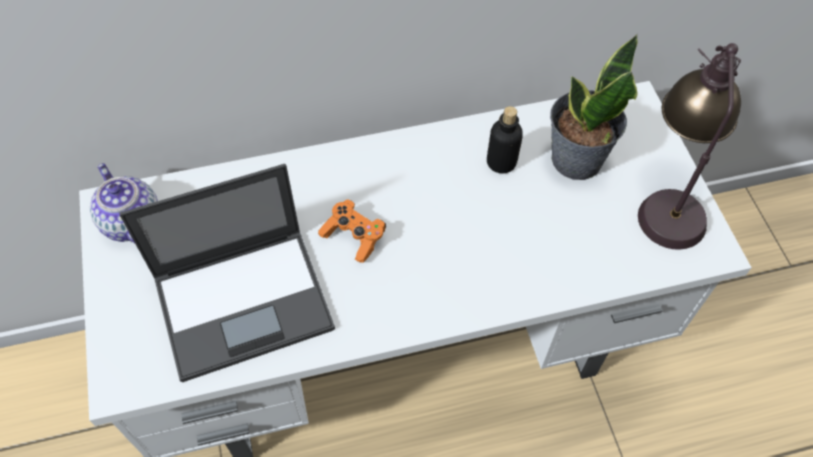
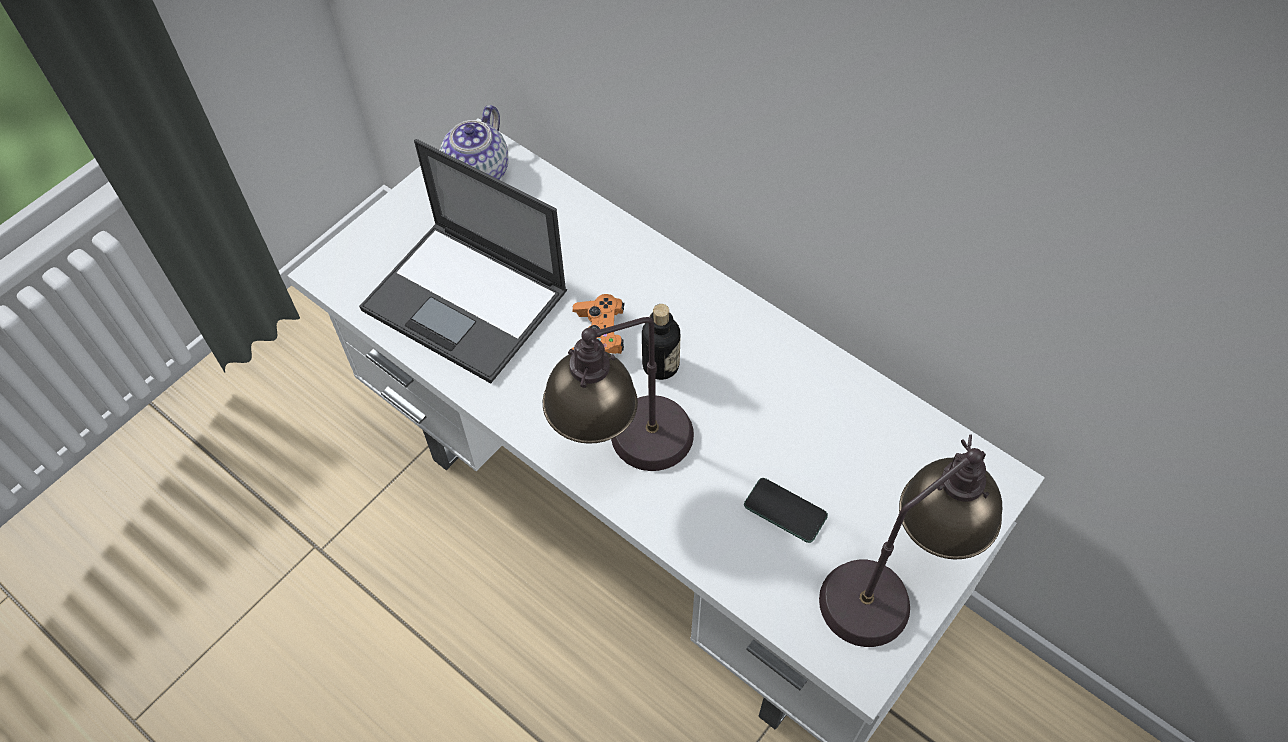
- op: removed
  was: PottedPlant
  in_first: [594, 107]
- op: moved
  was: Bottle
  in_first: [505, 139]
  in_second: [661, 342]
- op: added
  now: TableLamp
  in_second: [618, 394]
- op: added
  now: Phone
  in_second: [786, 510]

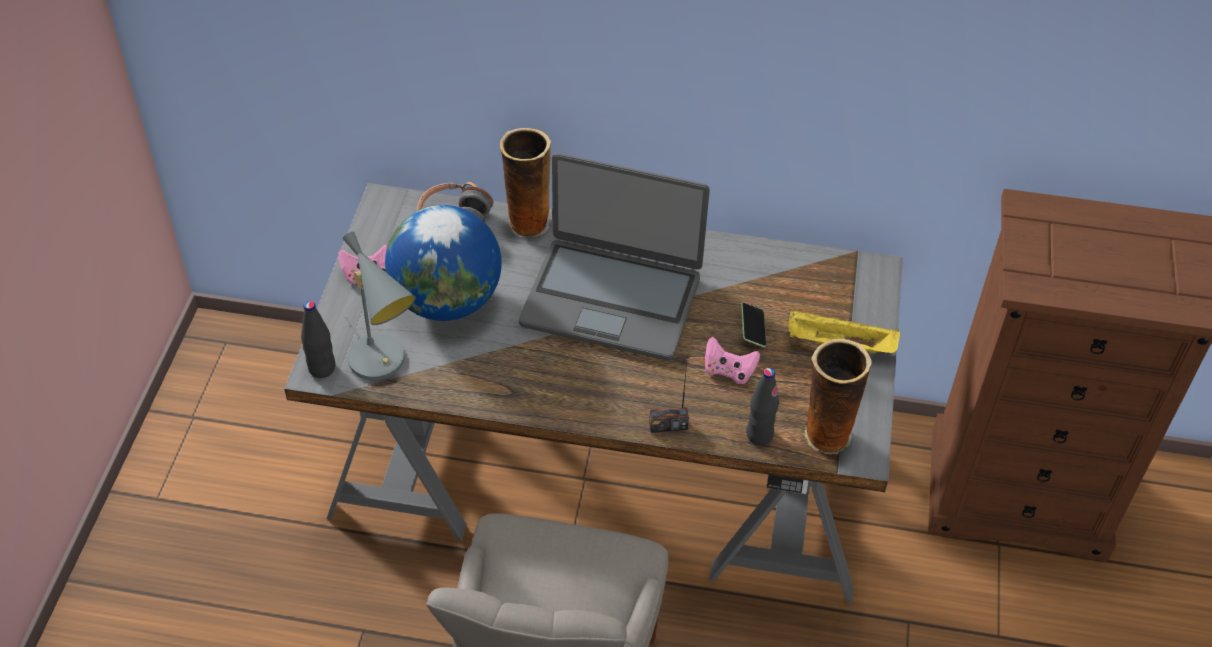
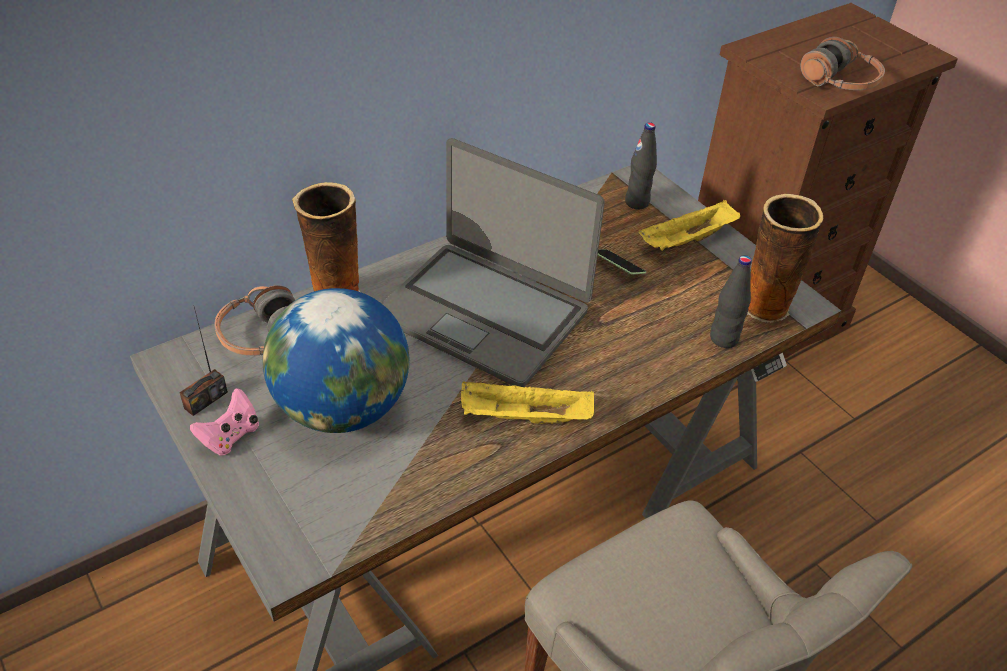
- op: turned
  was: Laptop
  in_first: [614, 257]
  in_second: [493, 262]
  clockwise: 60
- op: removed
  was: GreyTableLamp
  in_first: [379, 306]
- op: moved
  was: BlackBottle
  in_first: [318, 339]
  in_second: [641, 166]
- op: removed
  was: PinkGameController
  in_first: [732, 360]
- op: moved
  was: Radio
  in_first: [669, 397]
  in_second: [203, 361]
- op: added
  now: Headphones
  in_second: [842, 63]
- op: added
  now: YellowTray
  in_second: [527, 403]

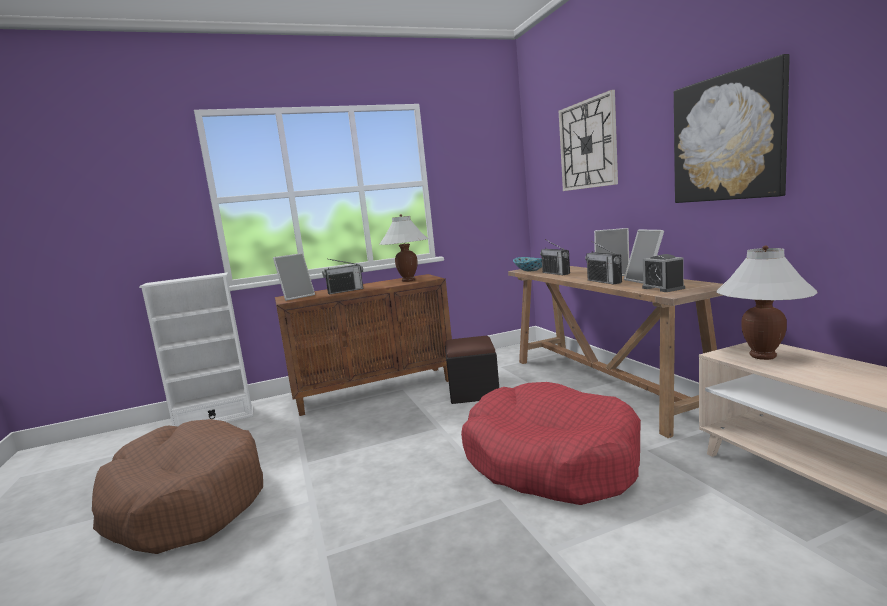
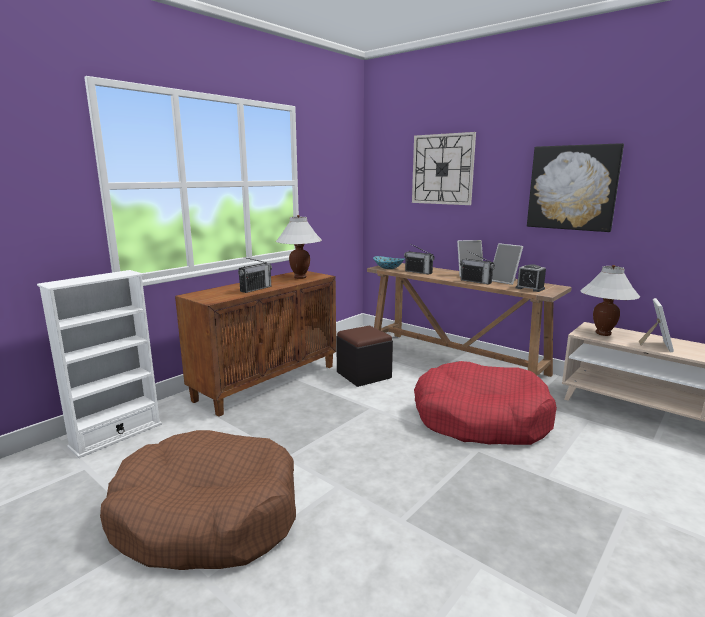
- op: moved
  was: PictureFrame
  in_first: [294, 277]
  in_second: [656, 325]

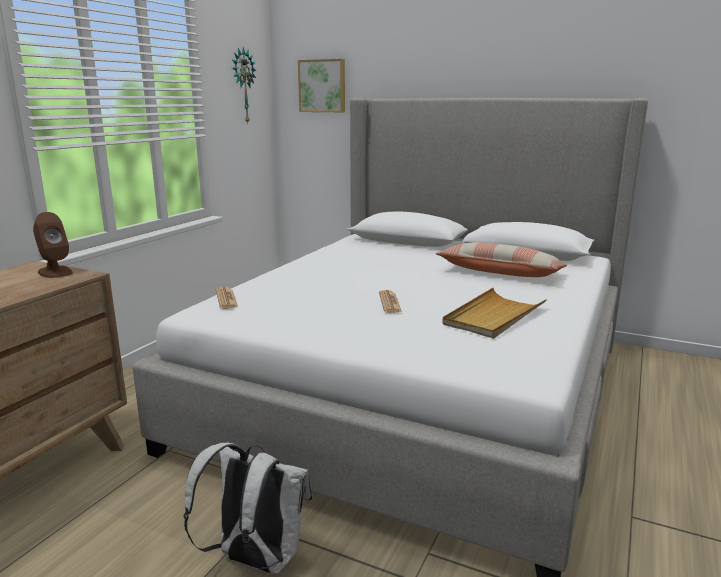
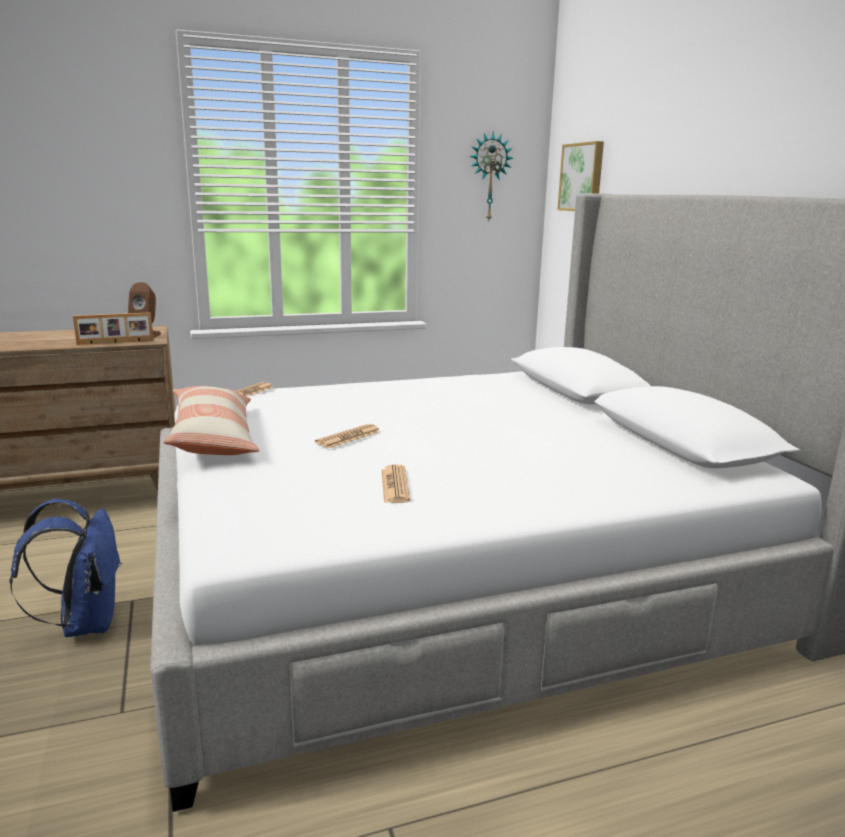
- op: moved
  was: Pillow
  in_first: [501, 259]
  in_second: [211, 420]
- op: replaced
  was: BeigeTray
  now: Newspaper
  in_first: [494, 313]
  in_second: [396, 483]
- op: recoloured
  was: WhiteBackpack
  now: BlueBackpack
  in_first: [248, 508]
  in_second: [65, 568]
- op: added
  now: PictureFrame
  in_second: [113, 328]

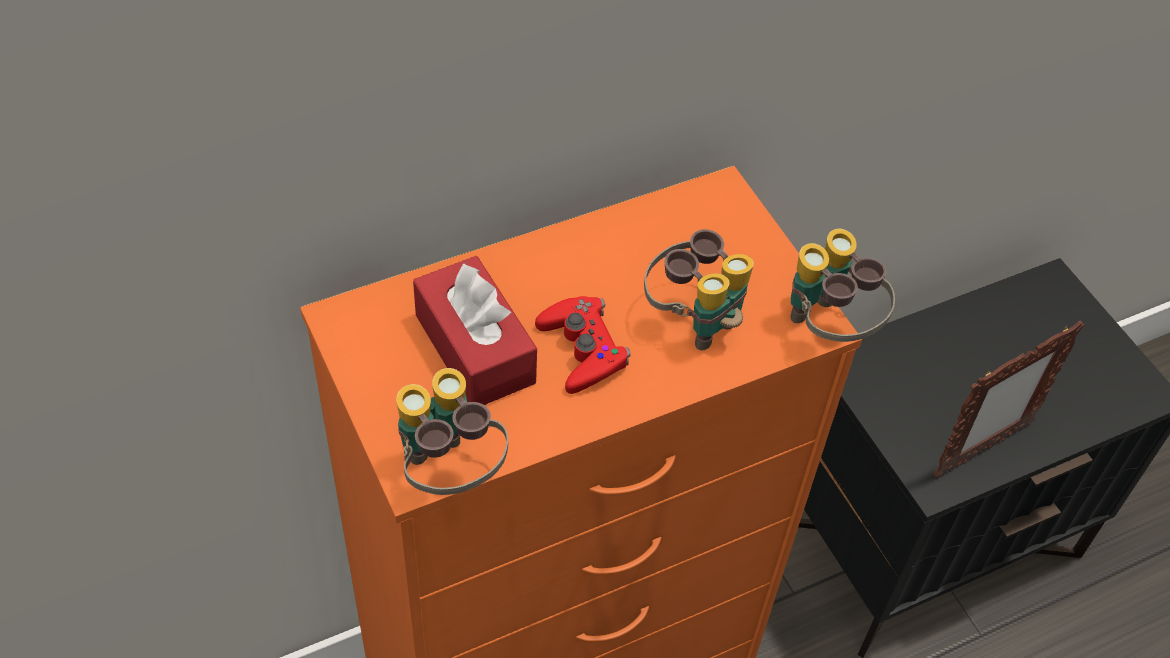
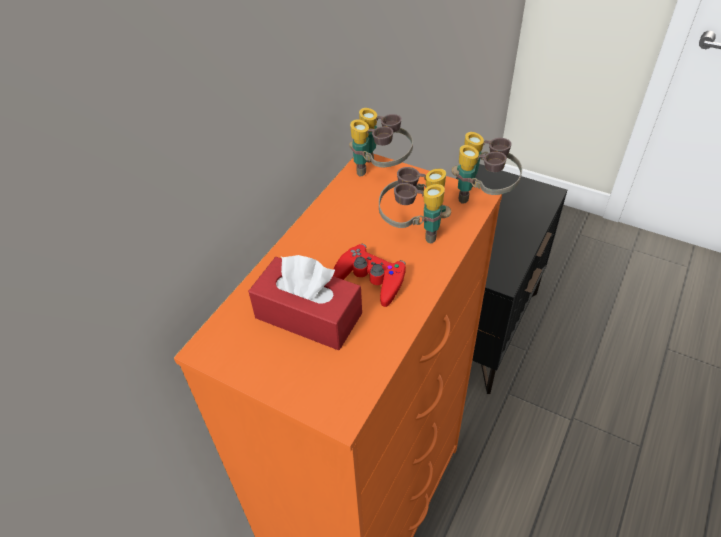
- op: removed
  was: PictureFrame
  in_first: [1008, 400]
- op: moved
  was: Binoculars
  in_first: [452, 431]
  in_second: [381, 142]

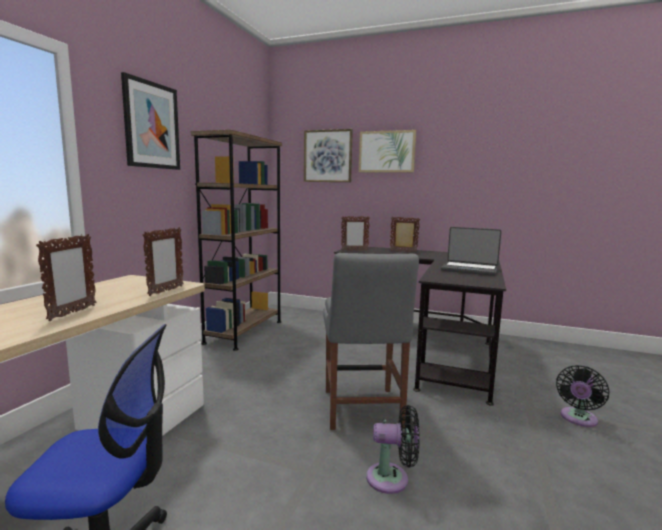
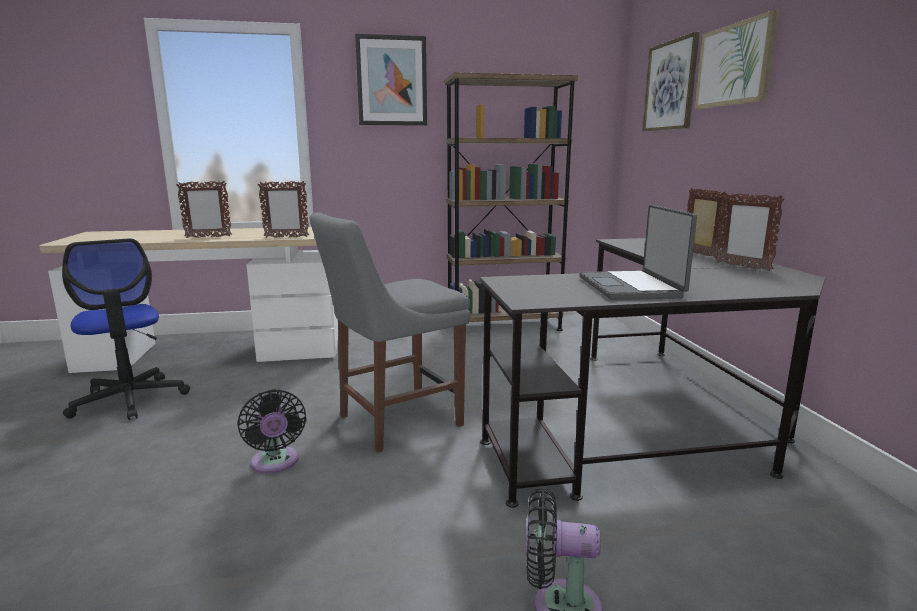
- op: moved
  was: PictureFrame
  in_first: [355, 233]
  in_second: [750, 232]

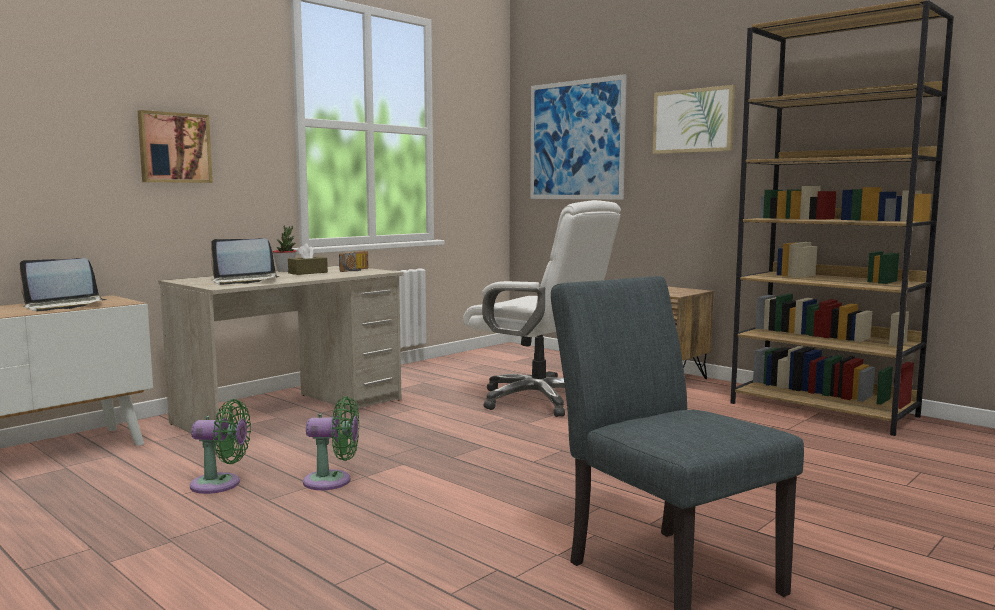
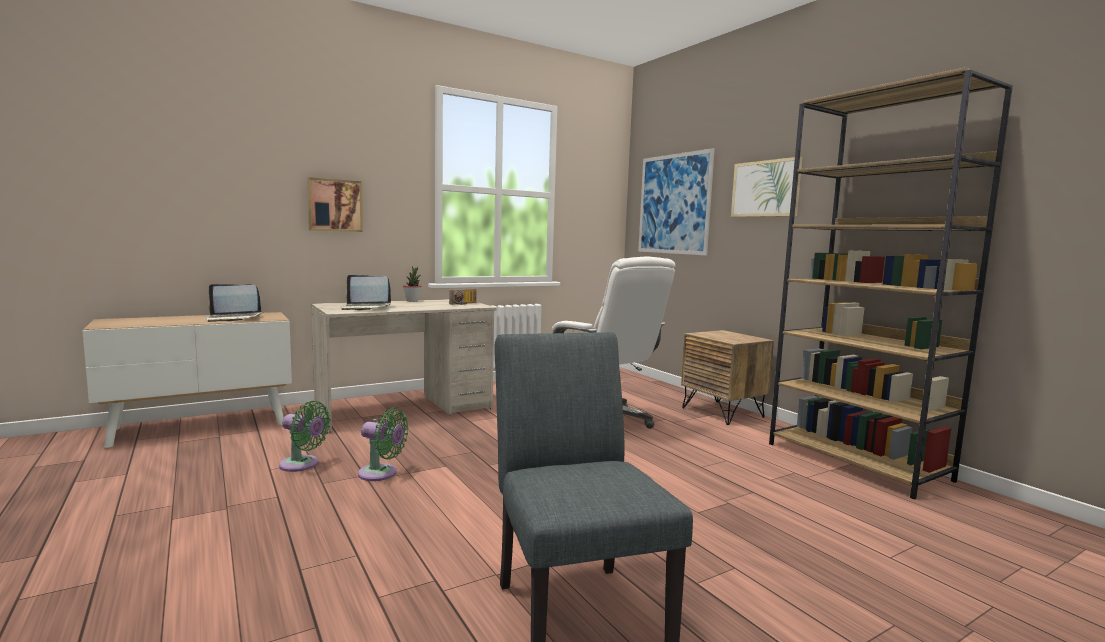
- op: removed
  was: BrownTissueBox
  in_first: [308, 259]

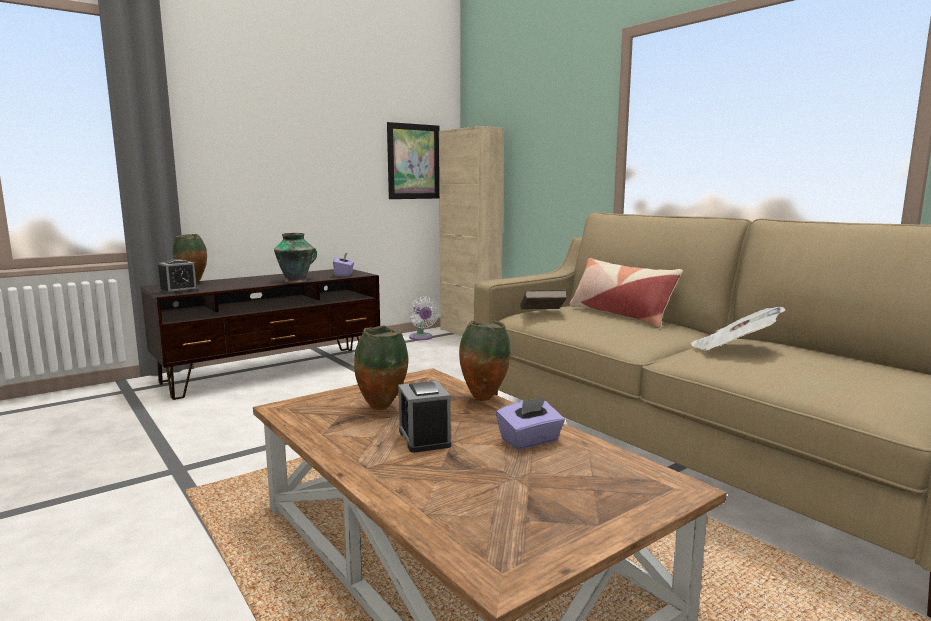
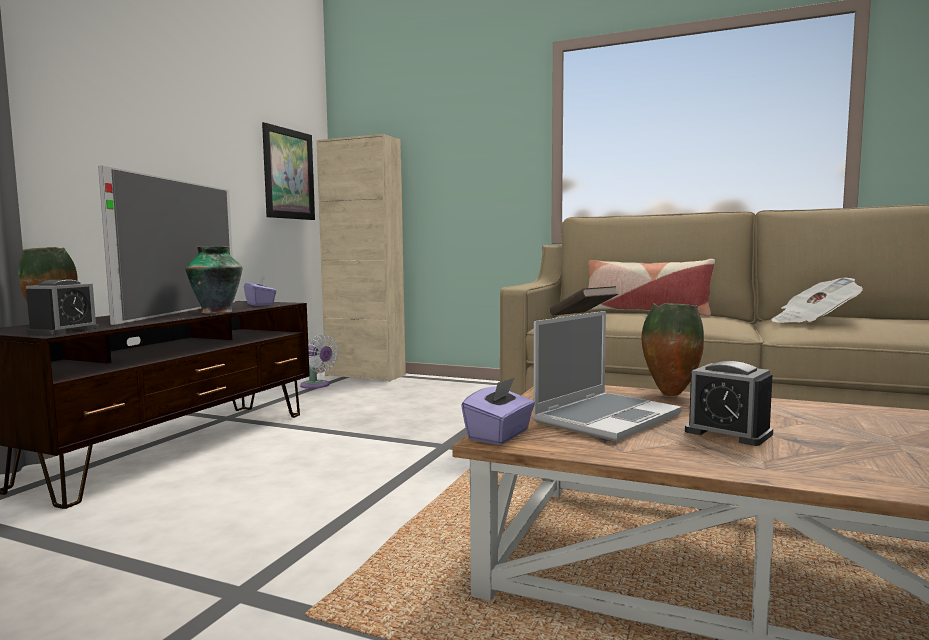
- op: replaced
  was: Vase
  now: Laptop
  in_first: [381, 368]
  in_second: [607, 376]
- op: moved
  was: PurpleTissueBox
  in_first: [530, 423]
  in_second: [498, 411]
- op: added
  now: Television
  in_second: [166, 245]

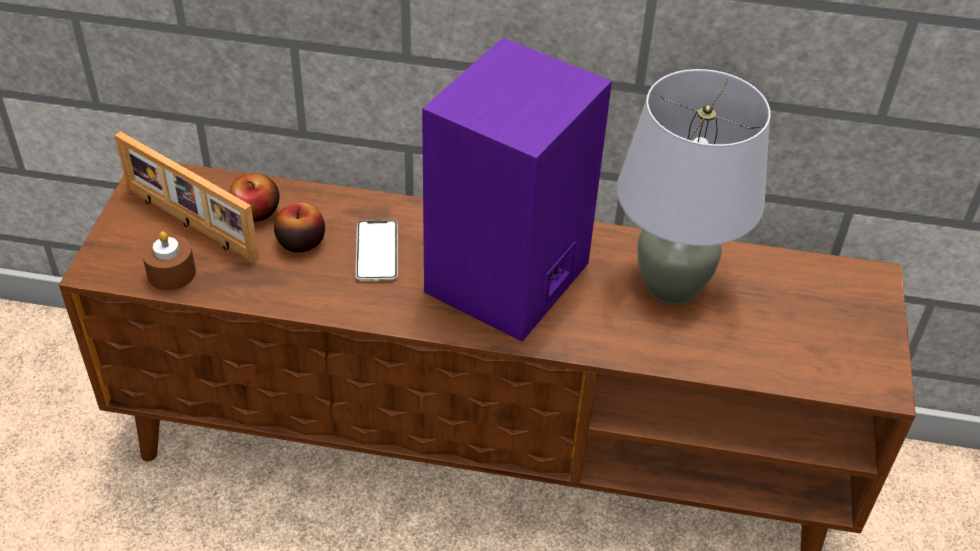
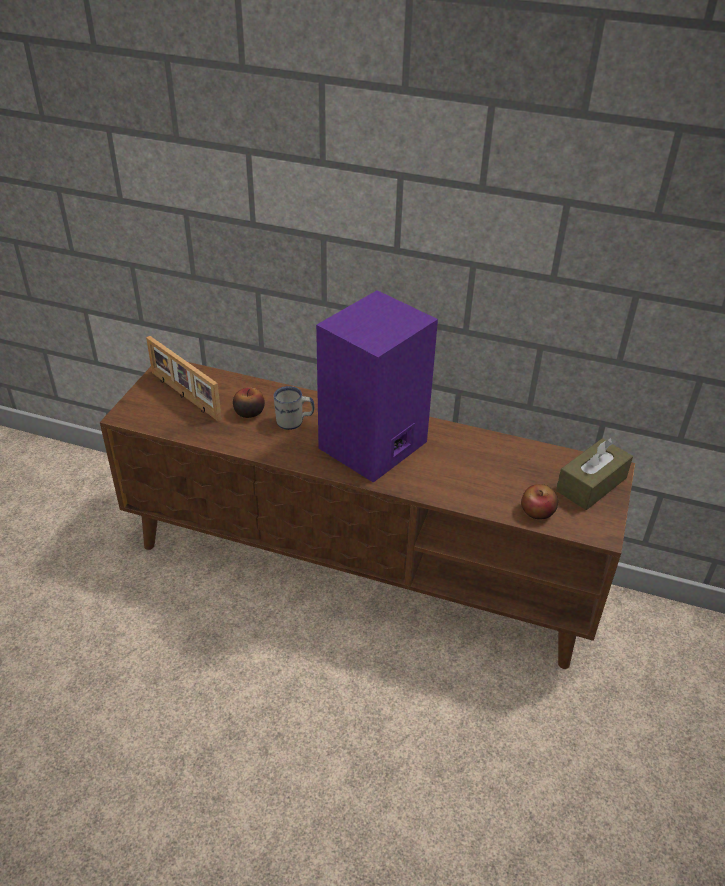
- op: removed
  was: GreyTableLamp
  in_first: [694, 187]
- op: moved
  was: Apple
  in_first: [254, 197]
  in_second: [539, 501]
- op: replaced
  was: Phone
  now: WhiteMug
  in_first: [376, 250]
  in_second: [294, 408]
- op: removed
  was: BrownCandle
  in_first: [169, 261]
- op: added
  now: BrownTissueBox
  in_second: [594, 474]

